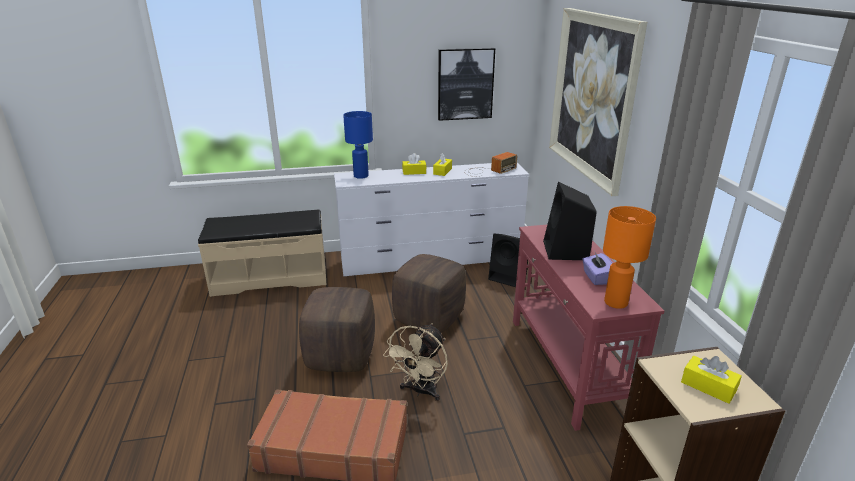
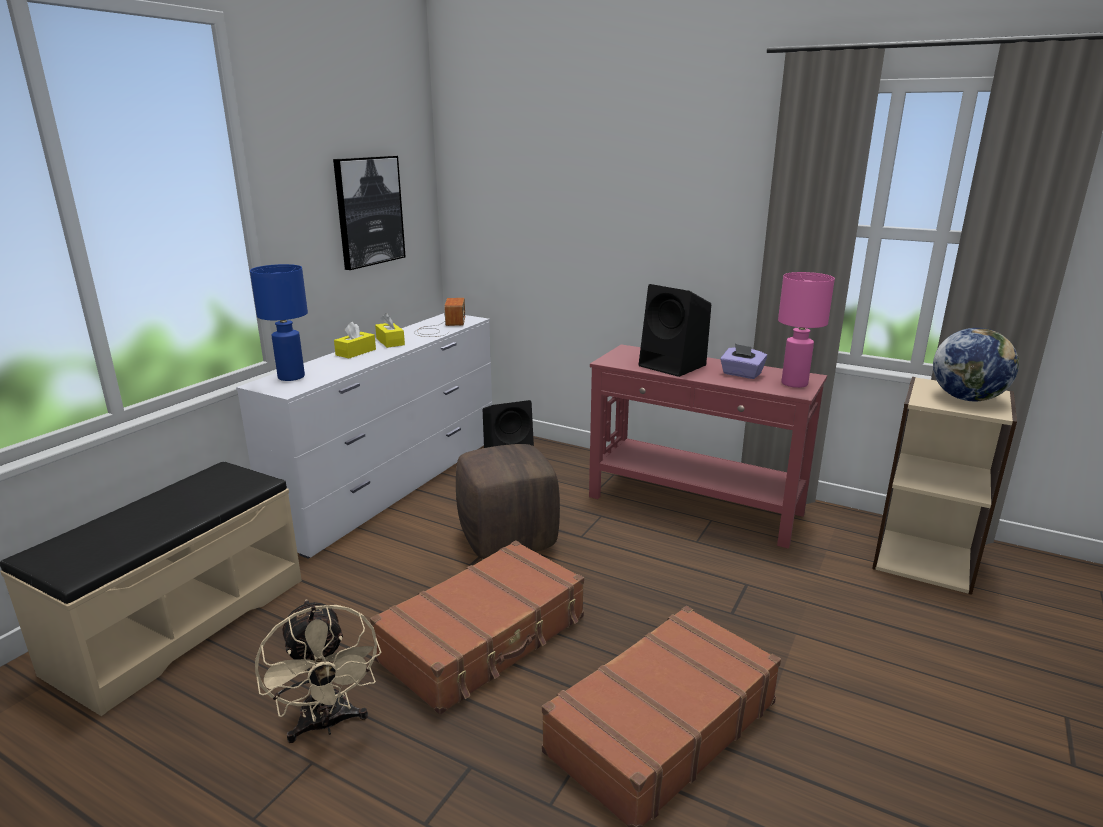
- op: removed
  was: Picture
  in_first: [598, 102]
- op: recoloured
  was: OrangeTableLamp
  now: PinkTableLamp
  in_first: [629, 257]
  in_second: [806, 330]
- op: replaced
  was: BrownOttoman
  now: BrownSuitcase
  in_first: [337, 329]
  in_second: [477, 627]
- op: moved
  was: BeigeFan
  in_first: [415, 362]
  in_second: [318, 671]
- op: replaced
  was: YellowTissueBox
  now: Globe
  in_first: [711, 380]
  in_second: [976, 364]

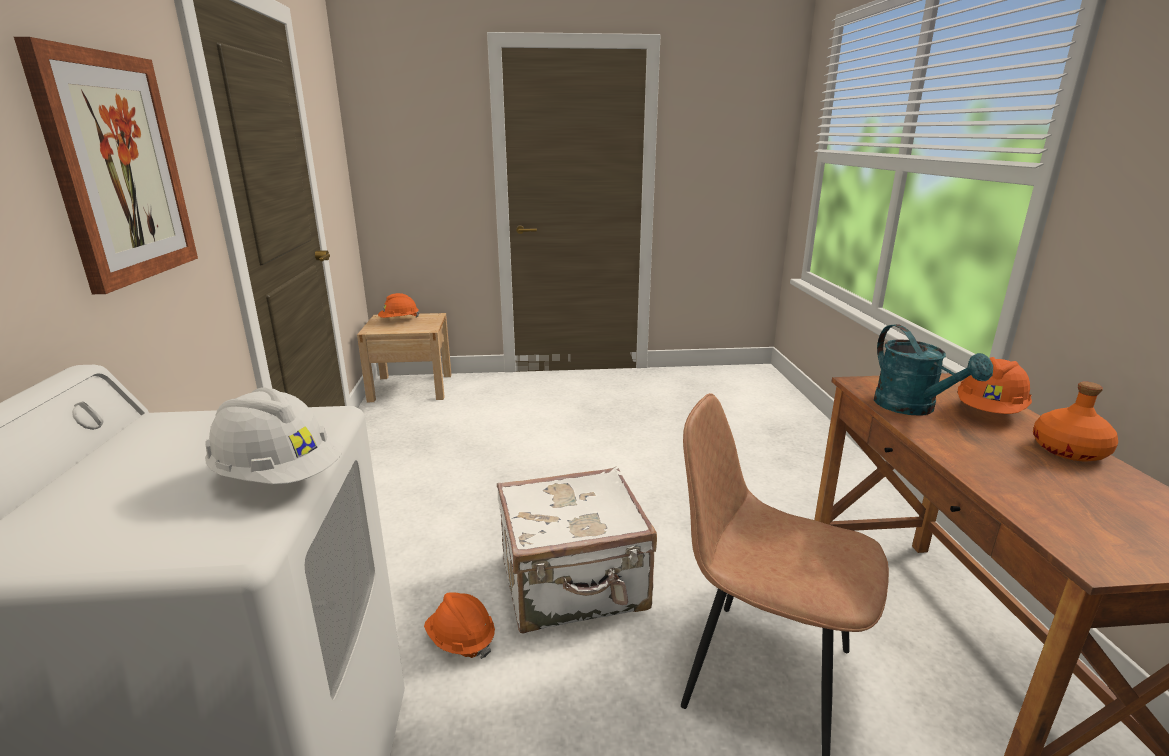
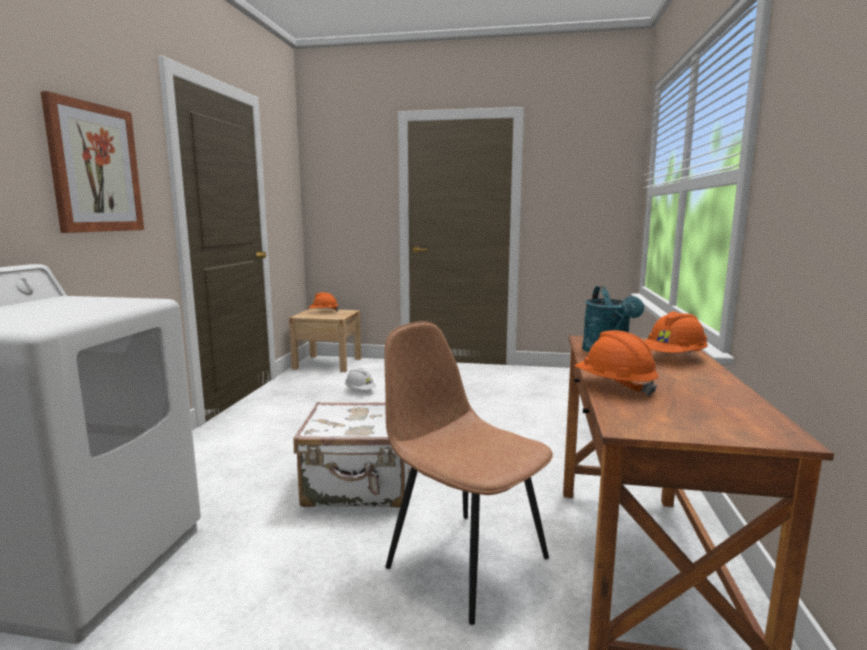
- op: removed
  was: OrangeBottle
  in_first: [1075, 422]
- op: moved
  was: WhiteHardHat
  in_first: [273, 436]
  in_second: [361, 379]
- op: moved
  was: OrangeHardHat
  in_first: [459, 625]
  in_second: [617, 363]

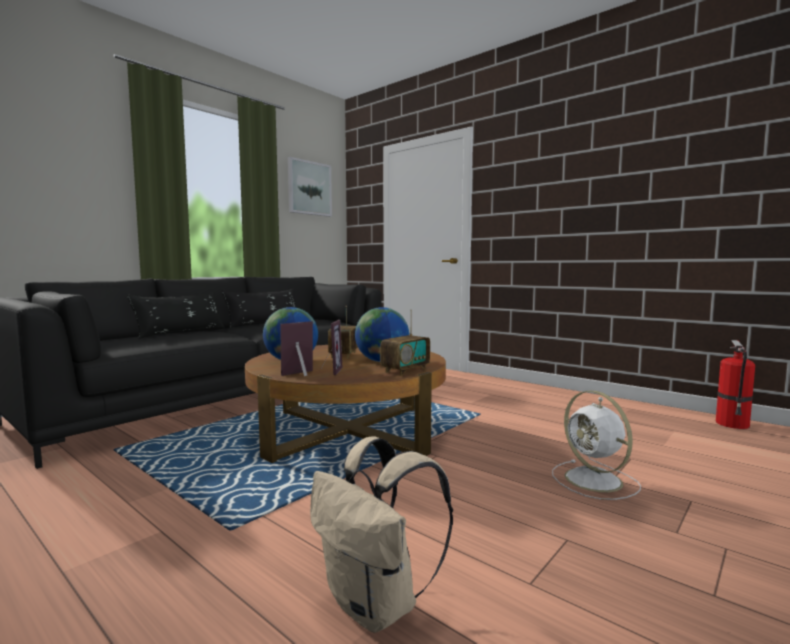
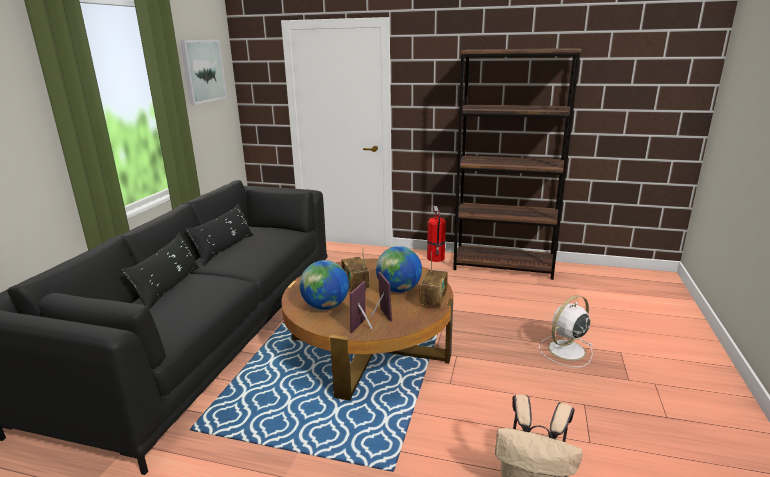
- op: moved
  was: FireExtinguisher
  in_first: [735, 384]
  in_second: [436, 234]
- op: turned
  was: WhiteFan
  in_first: [596, 445]
  in_second: [566, 331]
  clockwise: 105
- op: added
  now: BrownBookcase
  in_second: [517, 164]

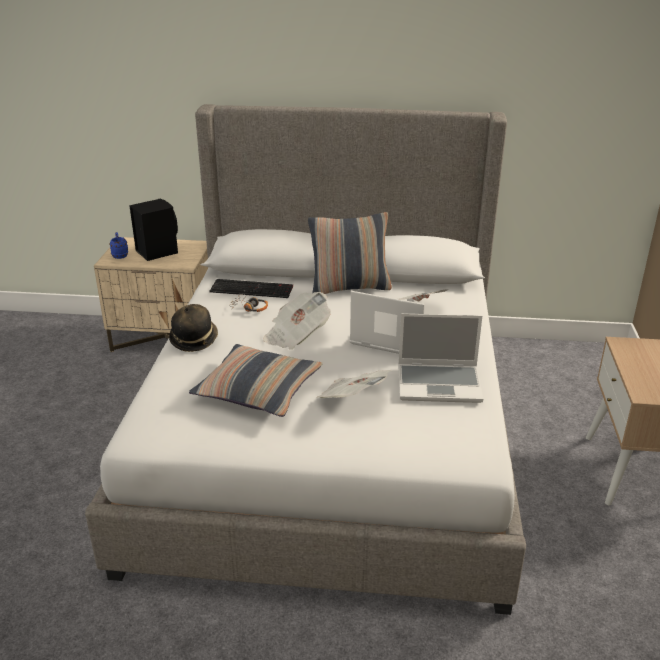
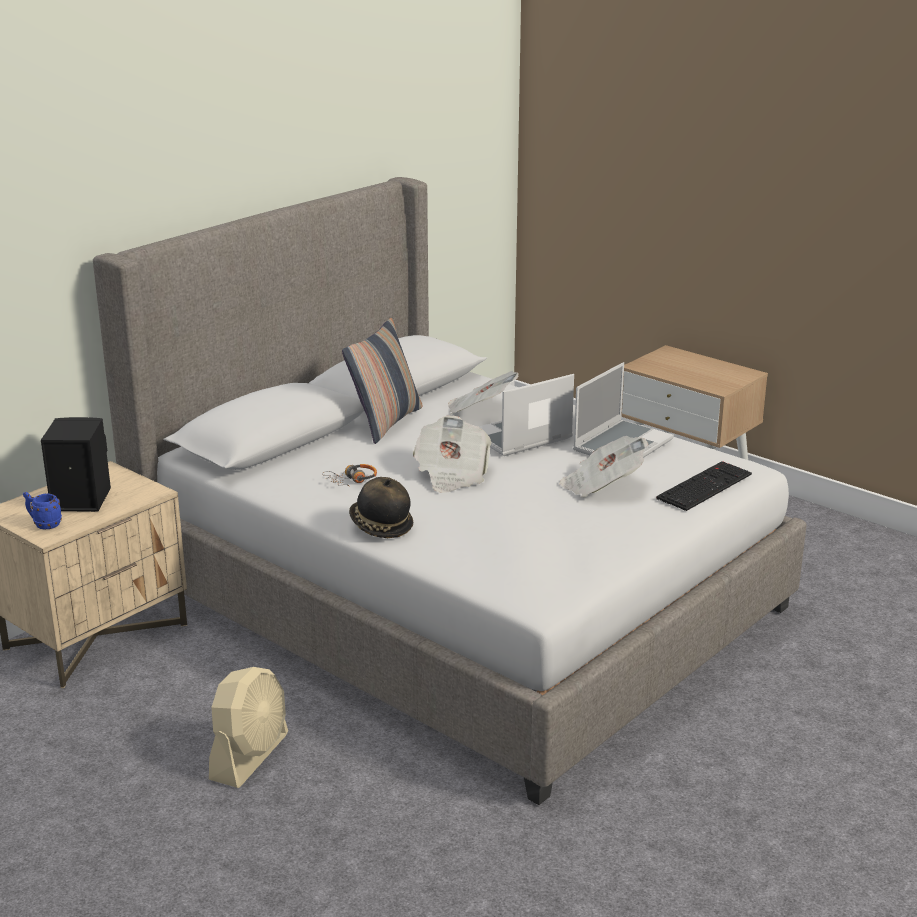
- op: moved
  was: Keyboard
  in_first: [251, 288]
  in_second: [704, 486]
- op: removed
  was: Pillow
  in_first: [256, 380]
- op: added
  now: BeigeFan
  in_second: [248, 727]

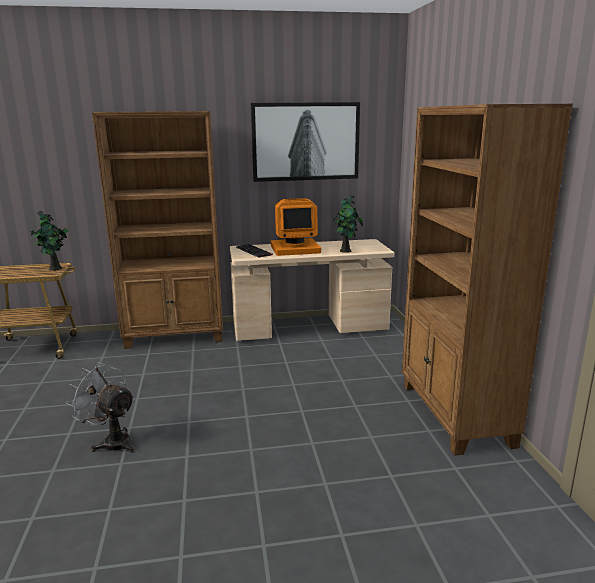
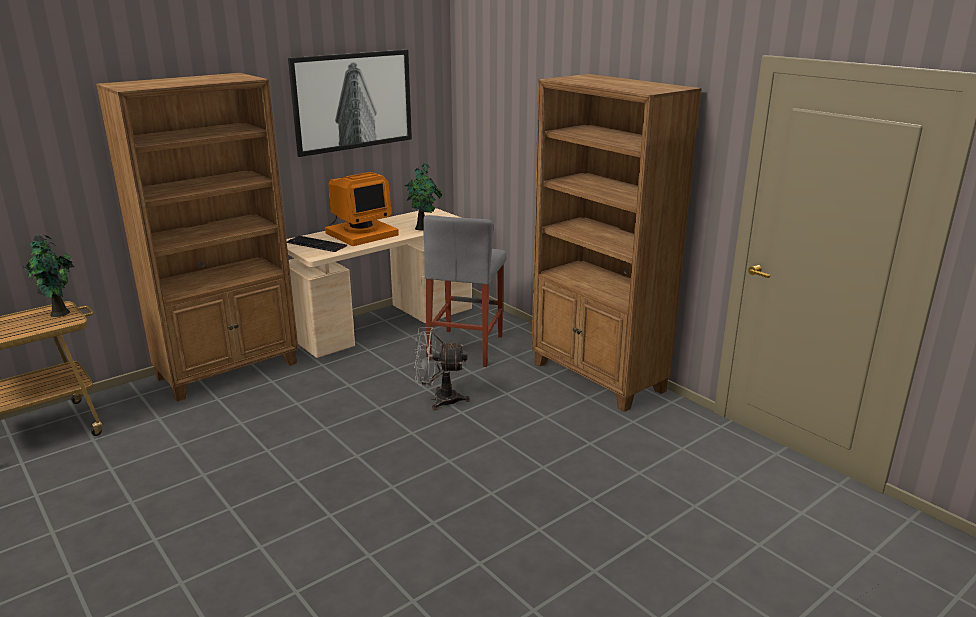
- op: moved
  was: GreyFan
  in_first: [100, 407]
  in_second: [442, 368]
- op: added
  now: GreyStool
  in_second: [465, 291]

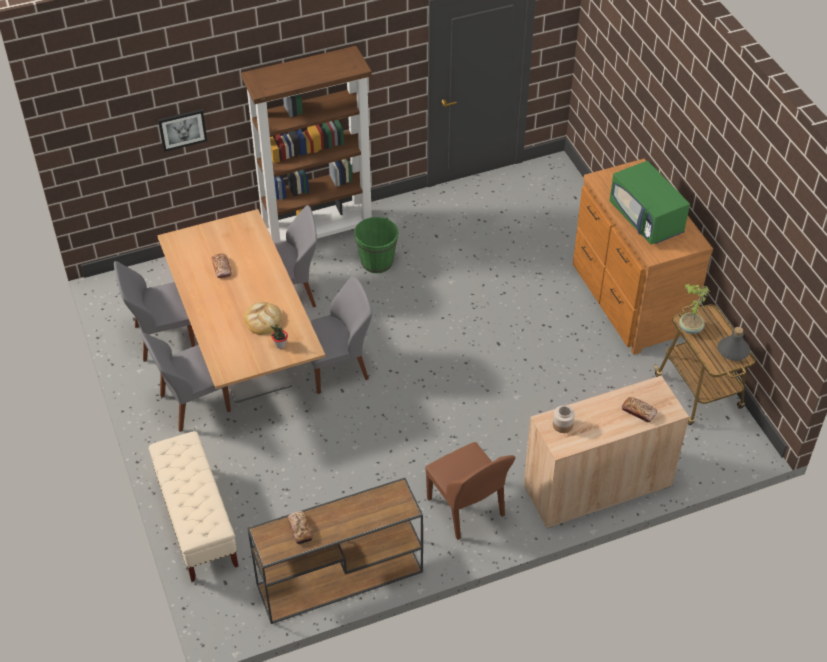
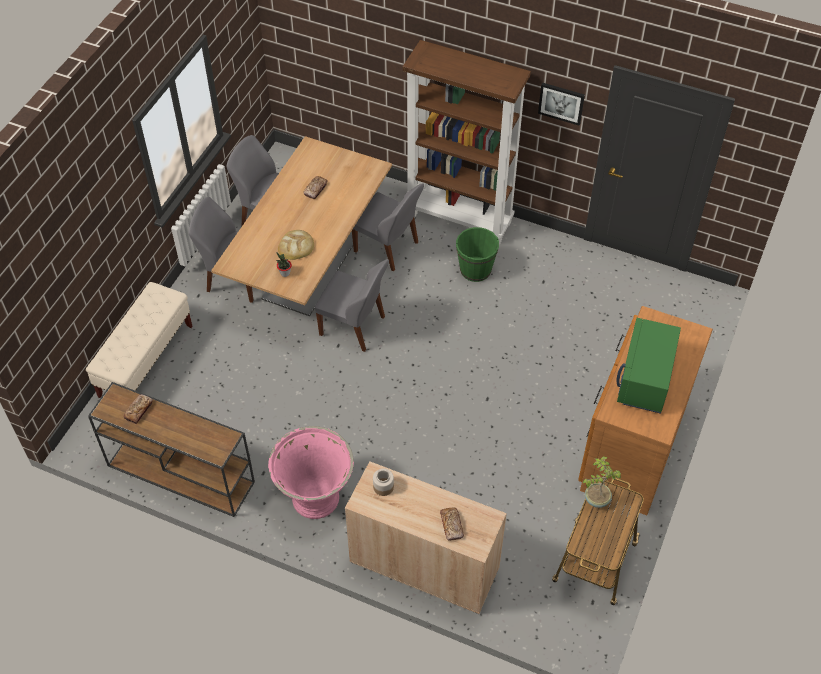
- op: moved
  was: Picture
  in_first: [182, 130]
  in_second: [561, 103]
- op: removed
  was: GreyBottle
  in_first: [734, 344]
- op: replaced
  was: BrownChair
  now: PinkPlanter
  in_first: [470, 491]
  in_second: [311, 472]

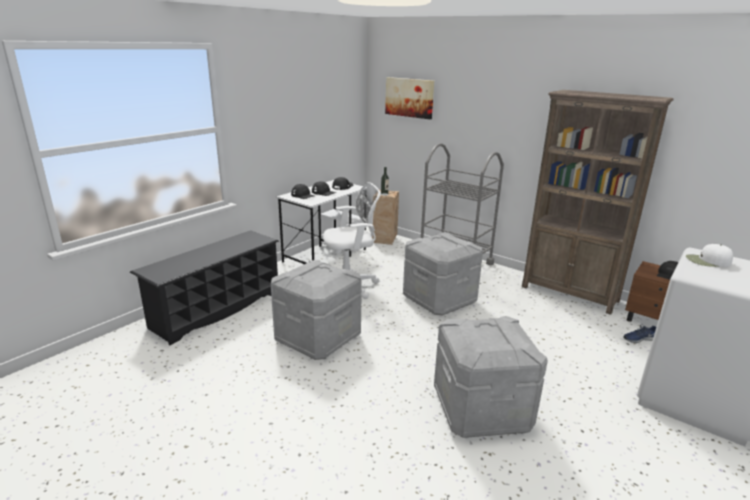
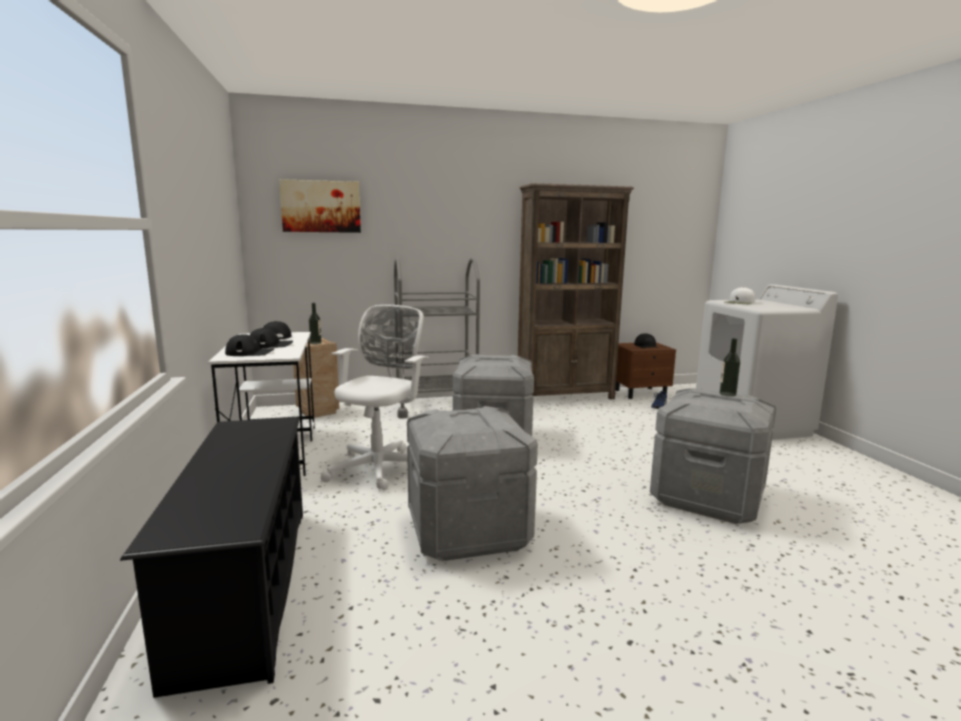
- op: added
  now: Bottle
  in_second: [729, 367]

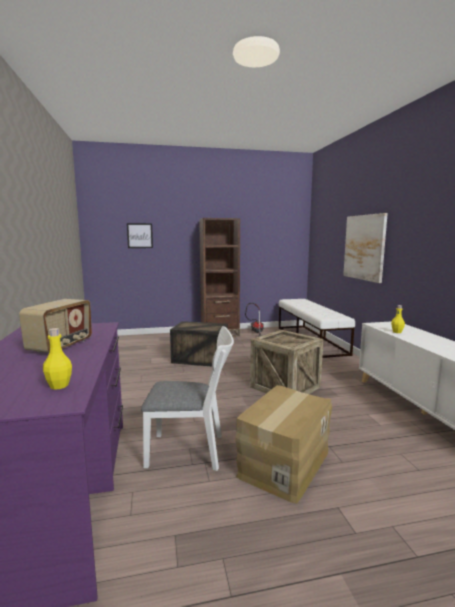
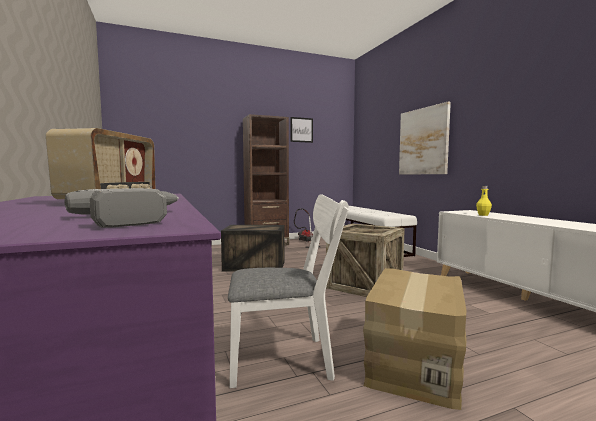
- op: moved
  was: Picture
  in_first: [140, 235]
  in_second: [301, 130]
- op: replaced
  was: YellowBottle
  now: PowerDrill
  in_first: [57, 359]
  in_second: [122, 208]

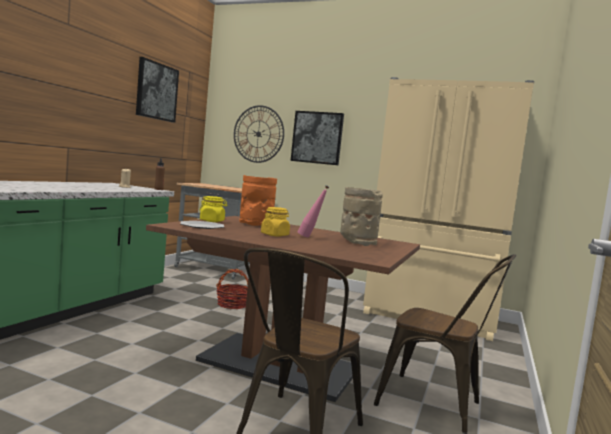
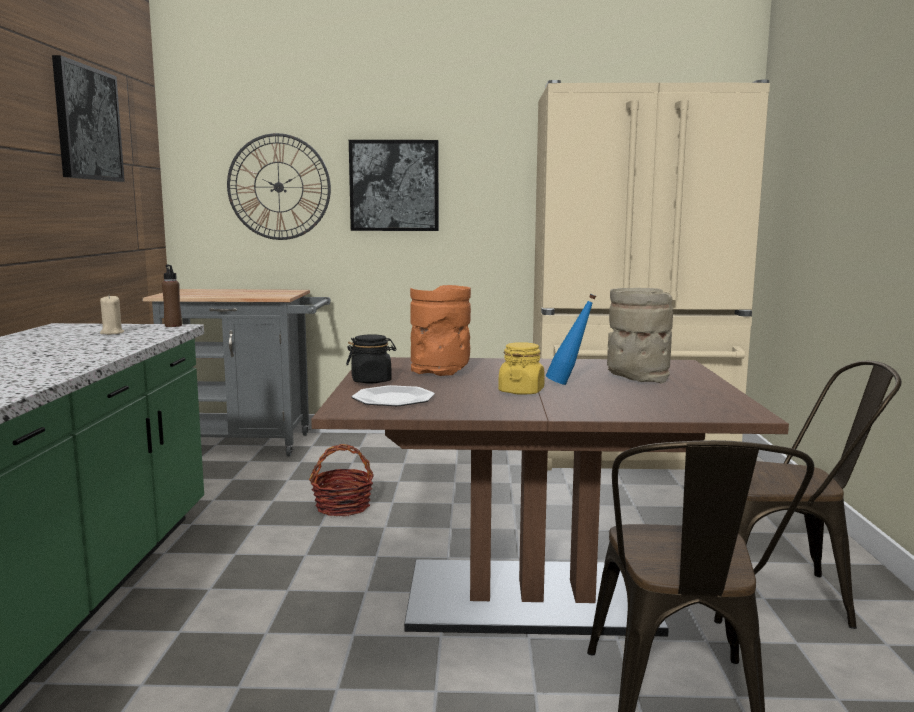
- op: recoloured
  was: PinkBottle
  now: BlueBottle
  in_first: [313, 211]
  in_second: [571, 339]
- op: recoloured
  was: YellowJar
  now: BlackJar
  in_first: [214, 209]
  in_second: [371, 359]

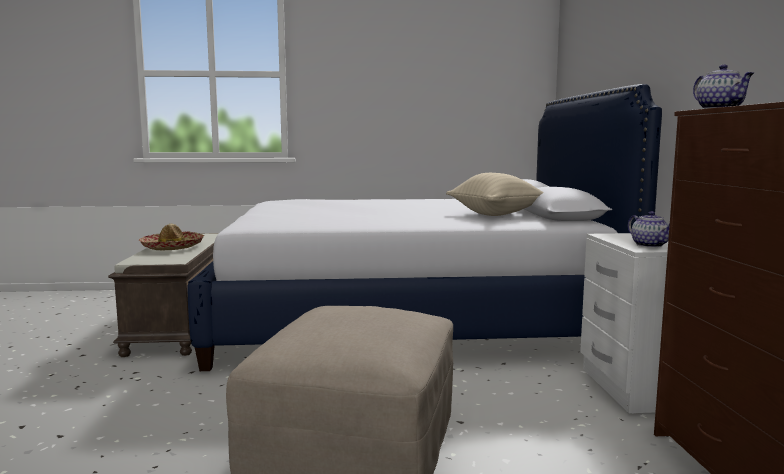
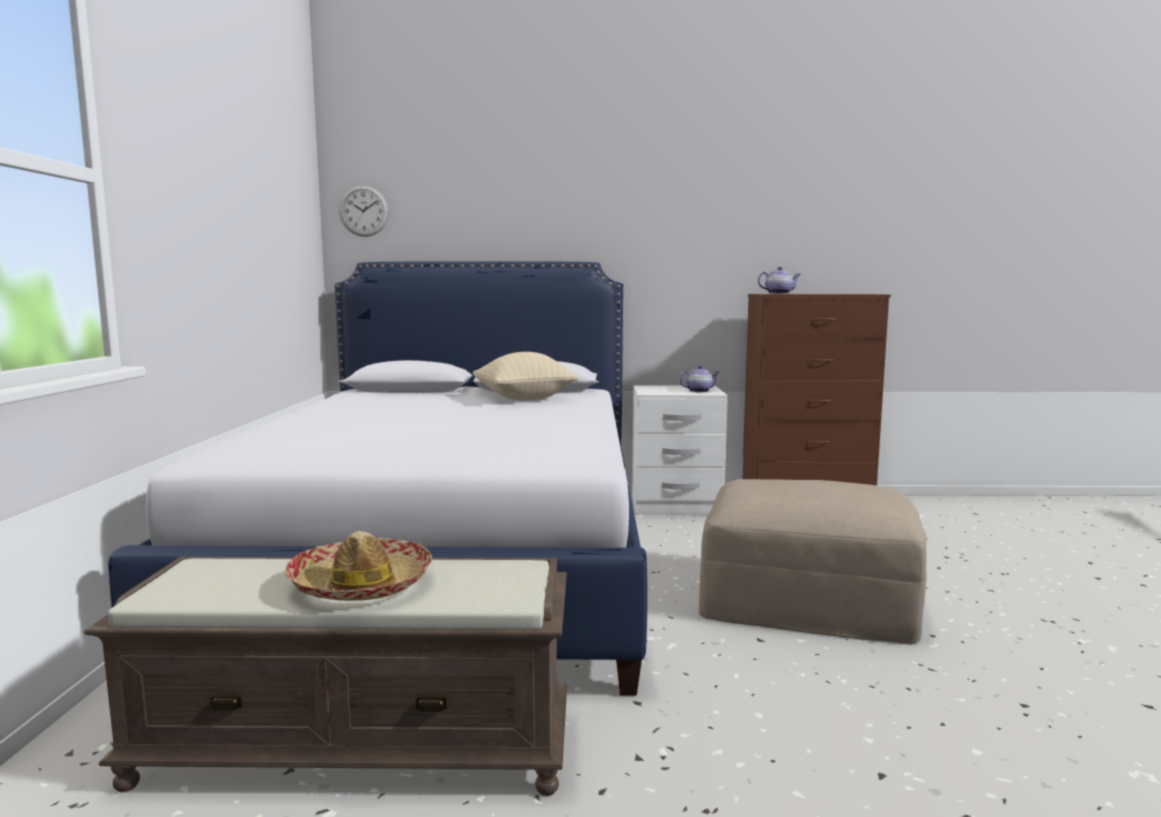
- op: added
  now: WallClock
  in_second: [364, 211]

